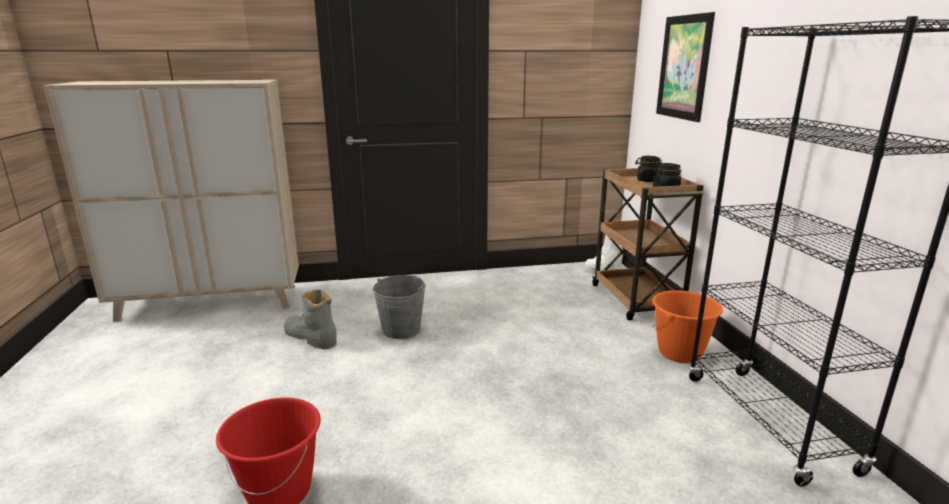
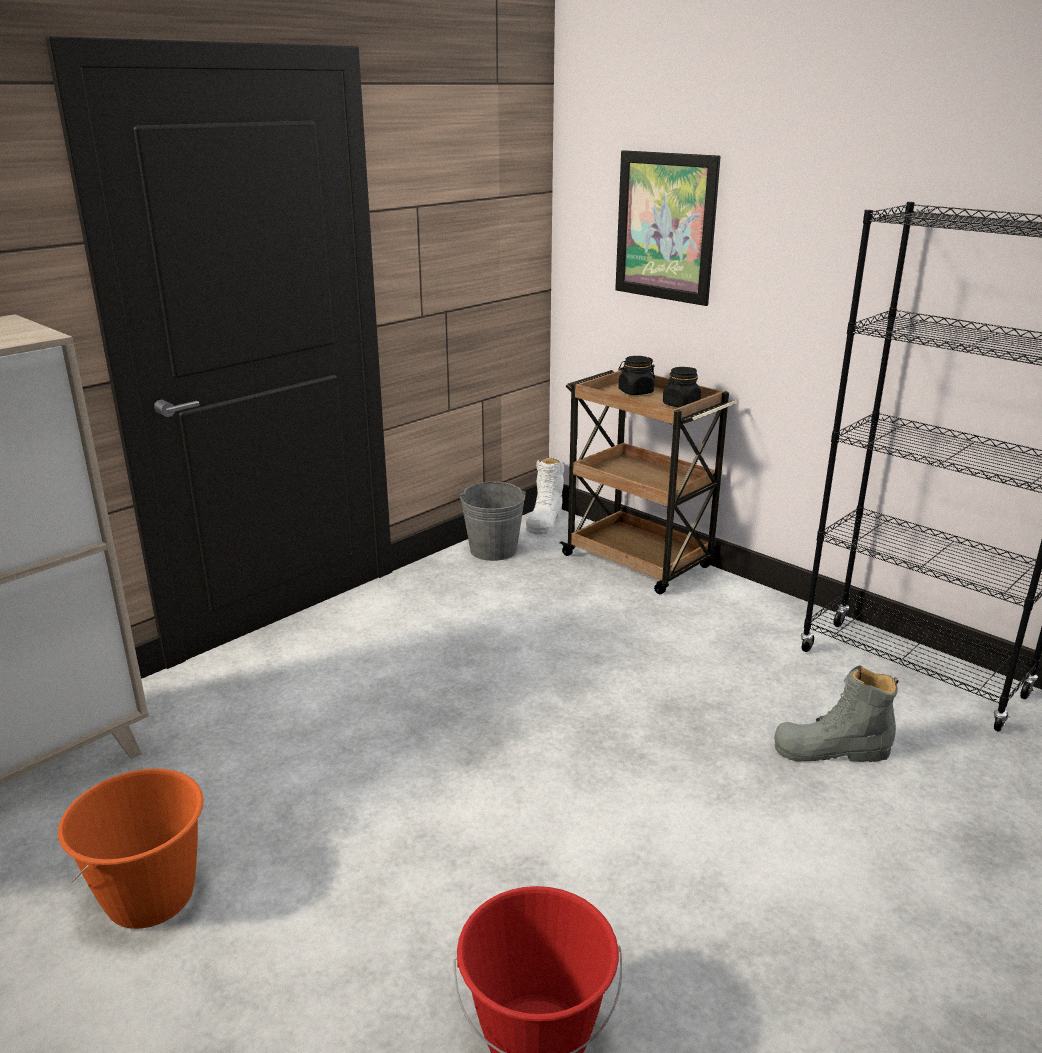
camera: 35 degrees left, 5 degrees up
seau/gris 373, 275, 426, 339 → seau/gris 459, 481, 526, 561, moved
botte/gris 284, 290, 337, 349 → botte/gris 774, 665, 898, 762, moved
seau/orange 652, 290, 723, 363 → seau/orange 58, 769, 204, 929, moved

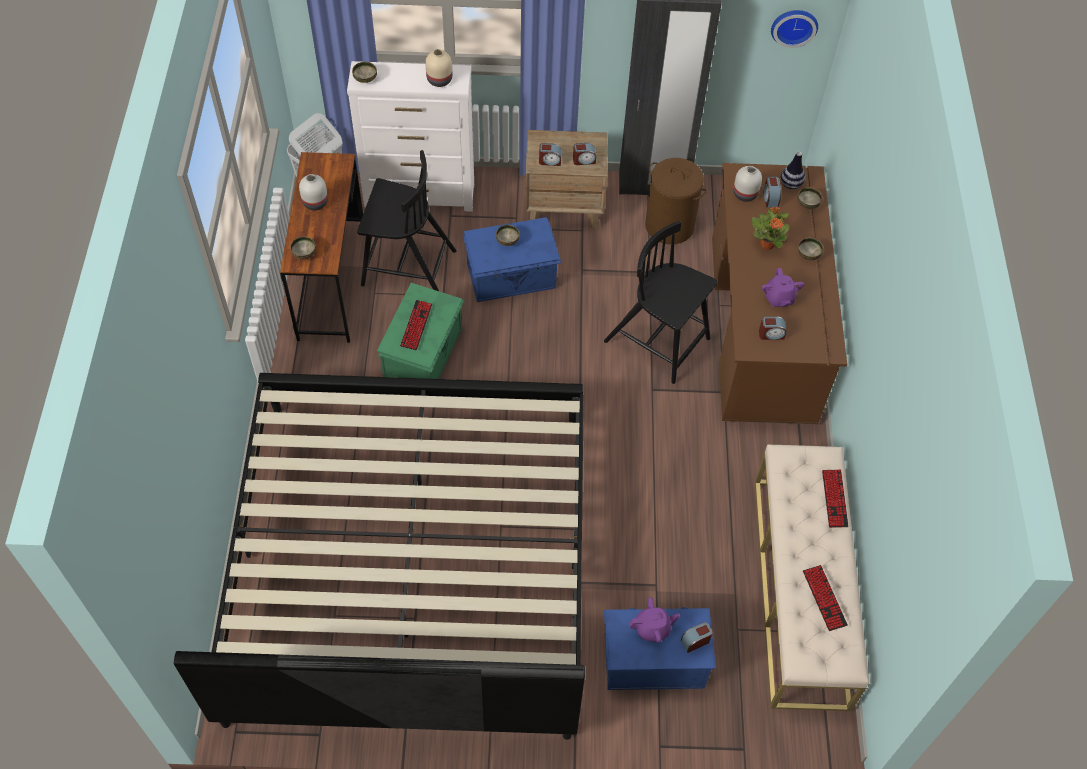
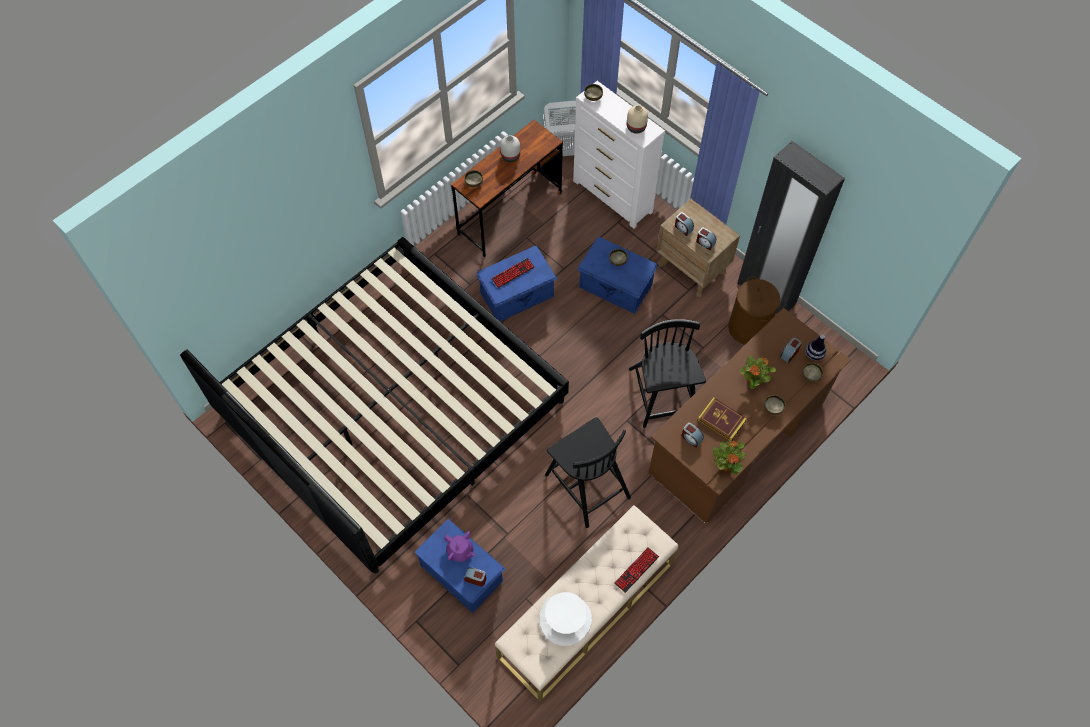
camera: 45 degrees right, 5 degrees up
horloge murale 771, 10, 818, 48 → -
chaise/noir 357, 150, 457, 291 → chaise/noir 545, 417, 631, 528, moved
vase/blanc 733, 166, 762, 202 → -
théière/violet 762, 268, 804, 307 → livre 698, 397, 747, 441
boîte de rangement/vert 377, 283, 465, 379 → boîte de rangement/bleu 477, 246, 557, 322
clavier 803, 565, 848, 631 → chapeau/blanc 539, 592, 592, 646
- → plante en pot 713, 441, 746, 475

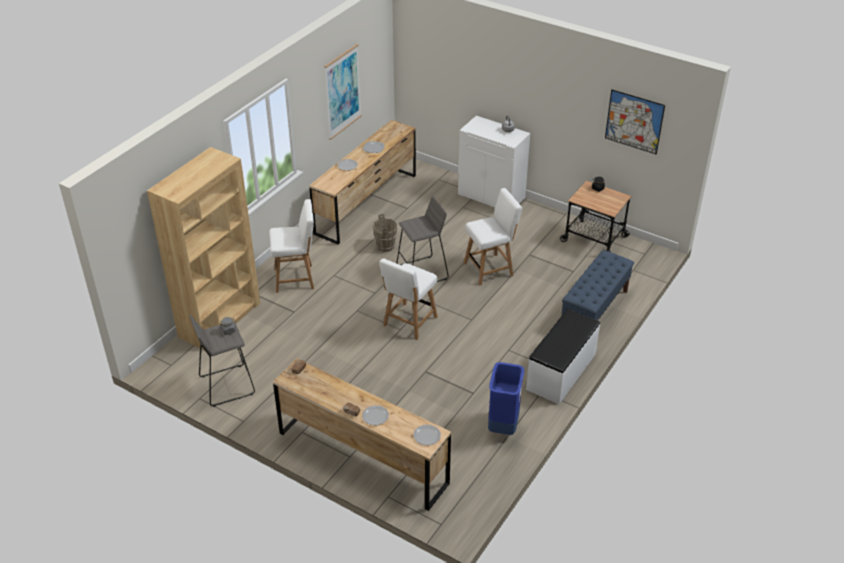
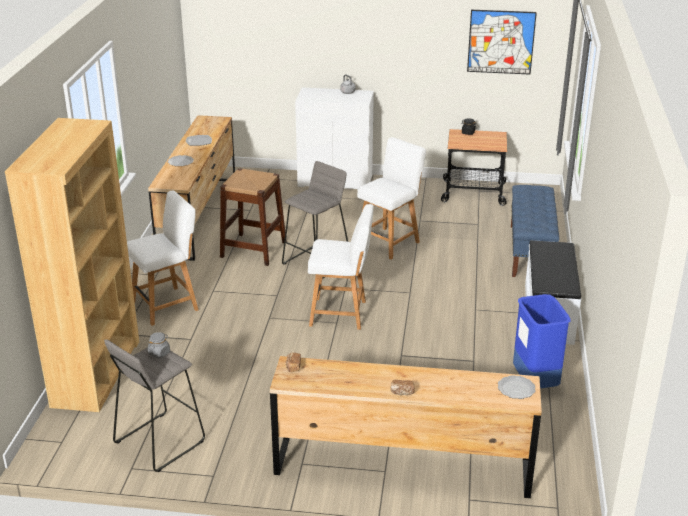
camera: 25 degrees left, 10 degrees down
tableau 324, 44, 362, 140 → -
seau/marron 373, 214, 398, 252 → tabouret/marron 220, 168, 287, 266
chaise/blanc 379, 258, 438, 340 → chaise/blanc 308, 204, 374, 330, 90 degrees counterclockwise
assiette 362, 405, 389, 425 → -

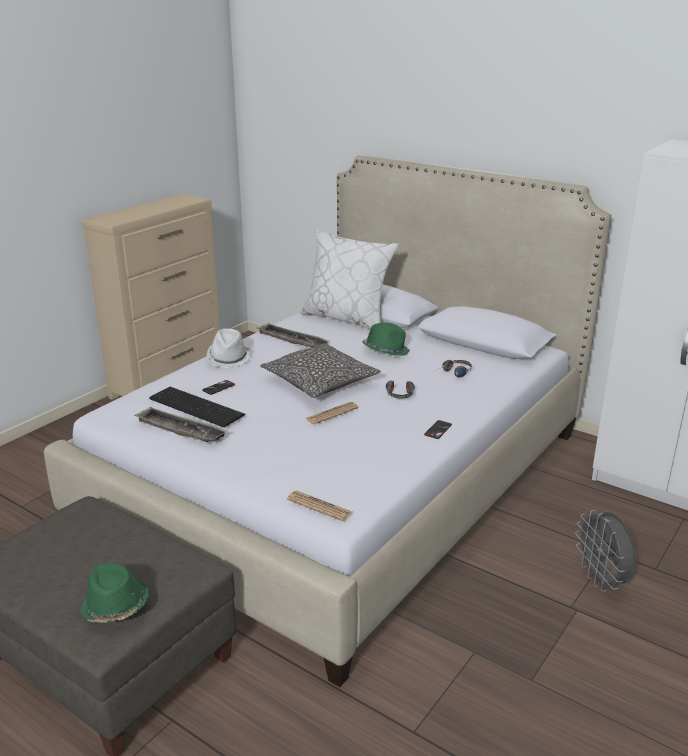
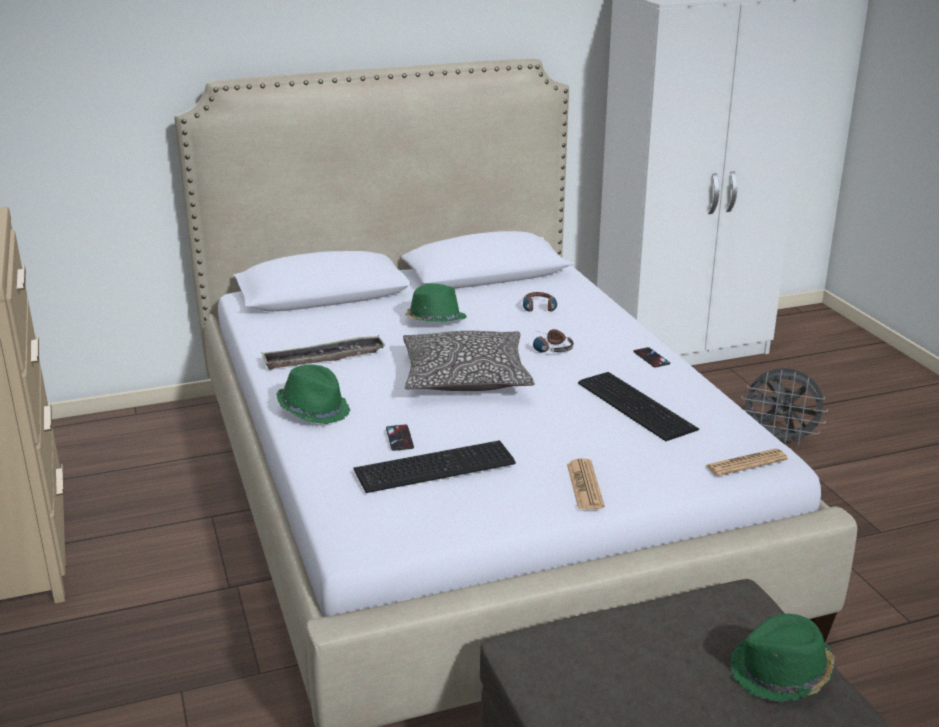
camera: 55 degrees left, 0 degrees up
coussin/blanc 300, 229, 399, 329 → -
chapeau/blanc 207, 329, 250, 368 → chapeau/vert 277, 365, 350, 424
journal 306, 402, 359, 424 → journal 567, 458, 605, 509, moved
plateau 134, 406, 228, 442 → -
- → clavier 578, 372, 699, 441

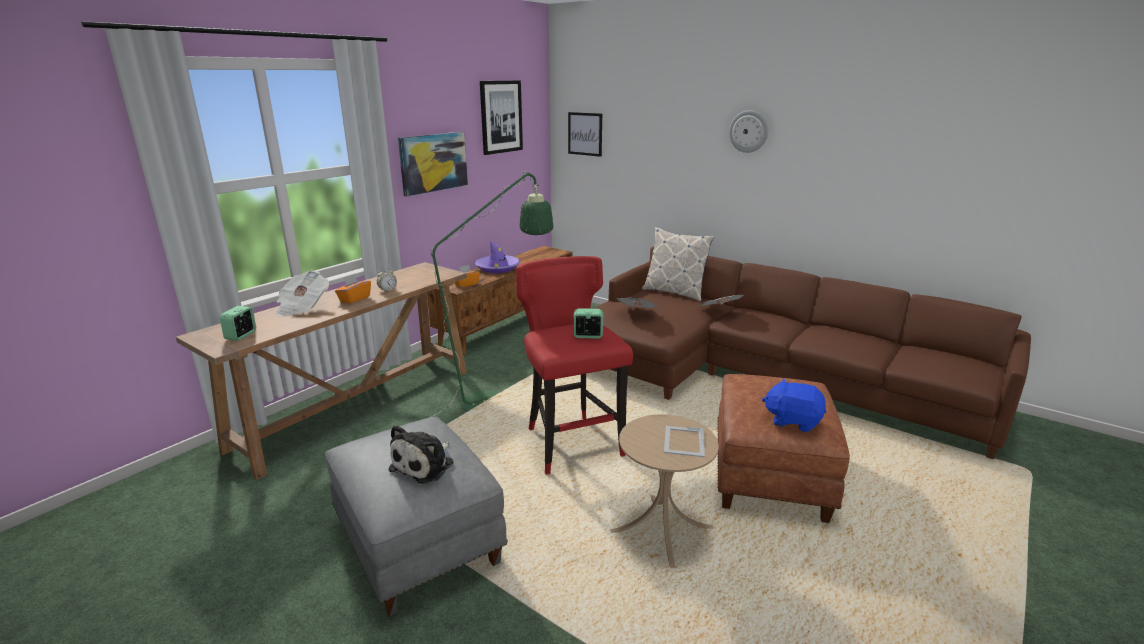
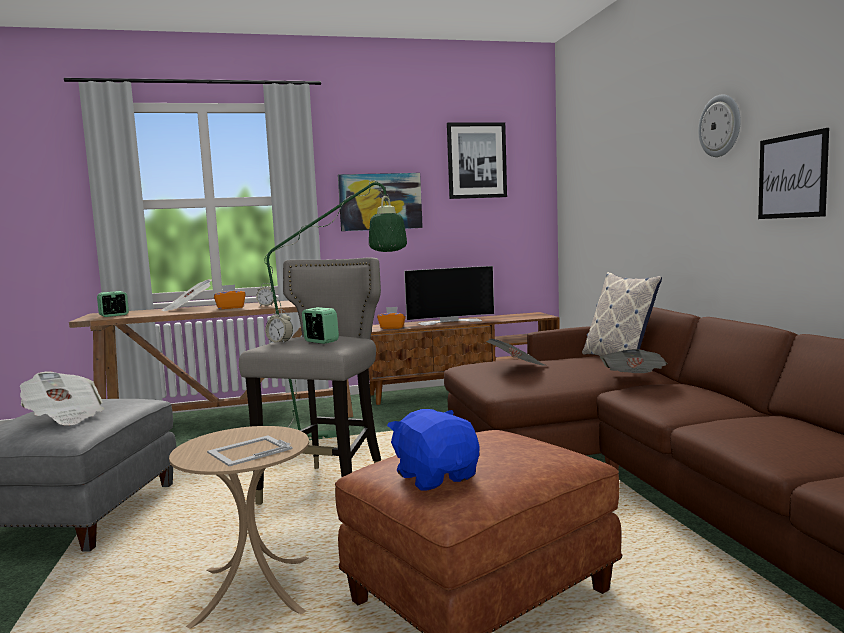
camera: 40 degrees right, 15 degrees down
tableau 568, 112, 602, 157 → tableau 758, 128, 829, 219, moved
chapeau/violet 475, 241, 520, 273 → téléviseur 404, 266, 494, 325
tabouret/rouge 516, 256, 633, 475 → tabouret/gris 239, 257, 381, 505
peluche 388, 425, 454, 484 → journal 20, 372, 104, 426
- → réveil 265, 309, 293, 343

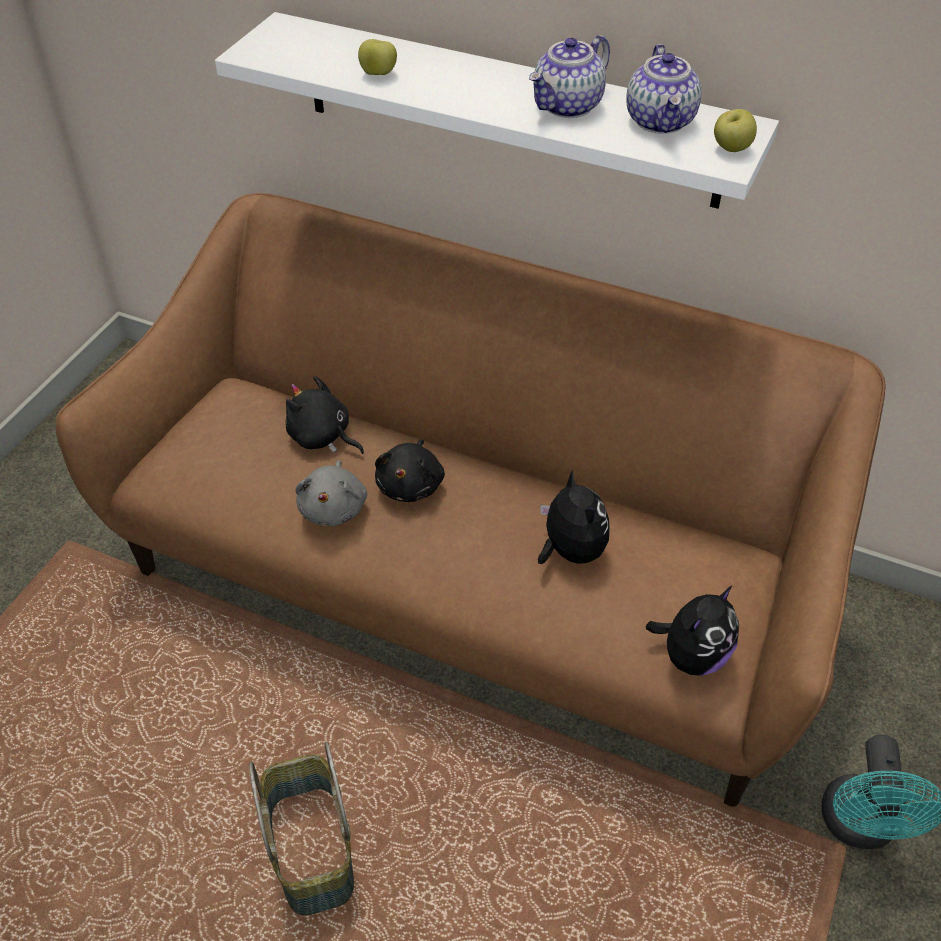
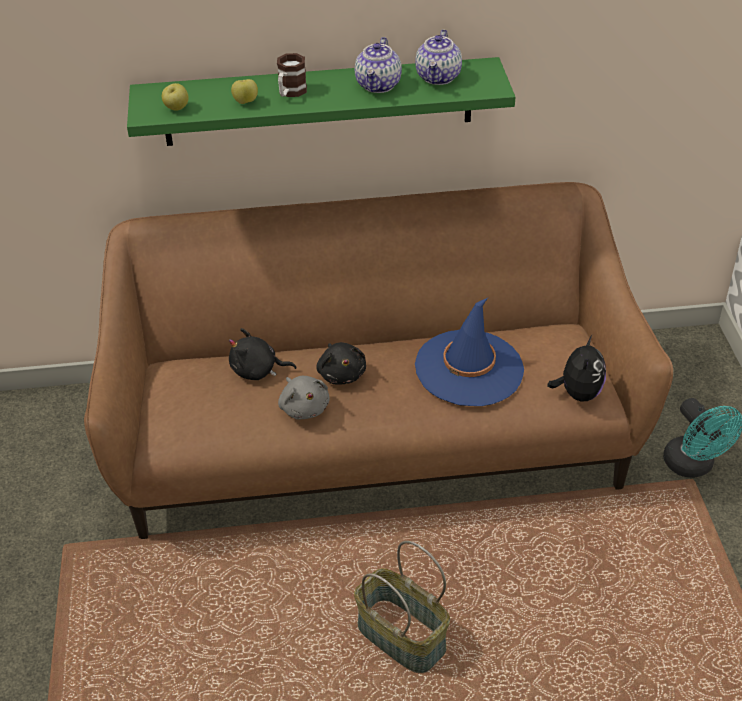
camera: 30 degrees left, 5 degrees down
étagère/blanc 215, 12, 779, 209 → étagère/vert 127, 57, 515, 146
théière 626, 44, 701, 134 → théière 415, 29, 462, 85, 45 degrees clockwise
pomme 714, 109, 757, 152 → pomme 162, 83, 189, 111, moved
peluche 538, 470, 610, 564 → chapeau/bleu 415, 298, 524, 406
- → mug 277, 53, 307, 97

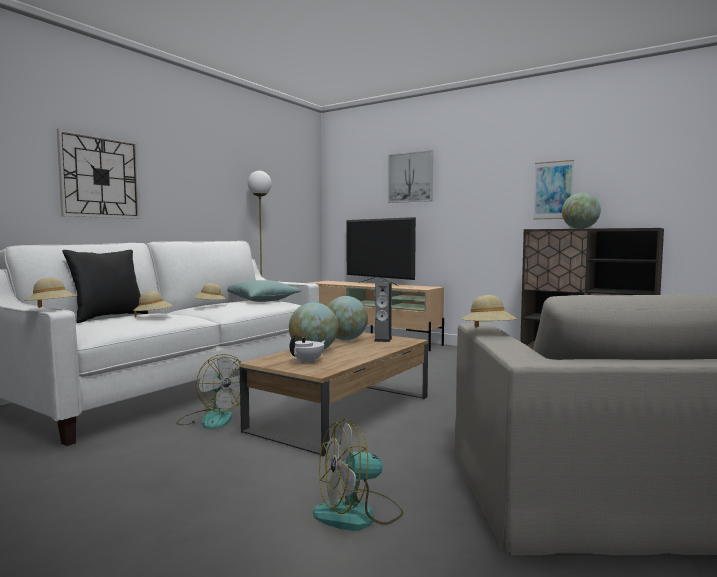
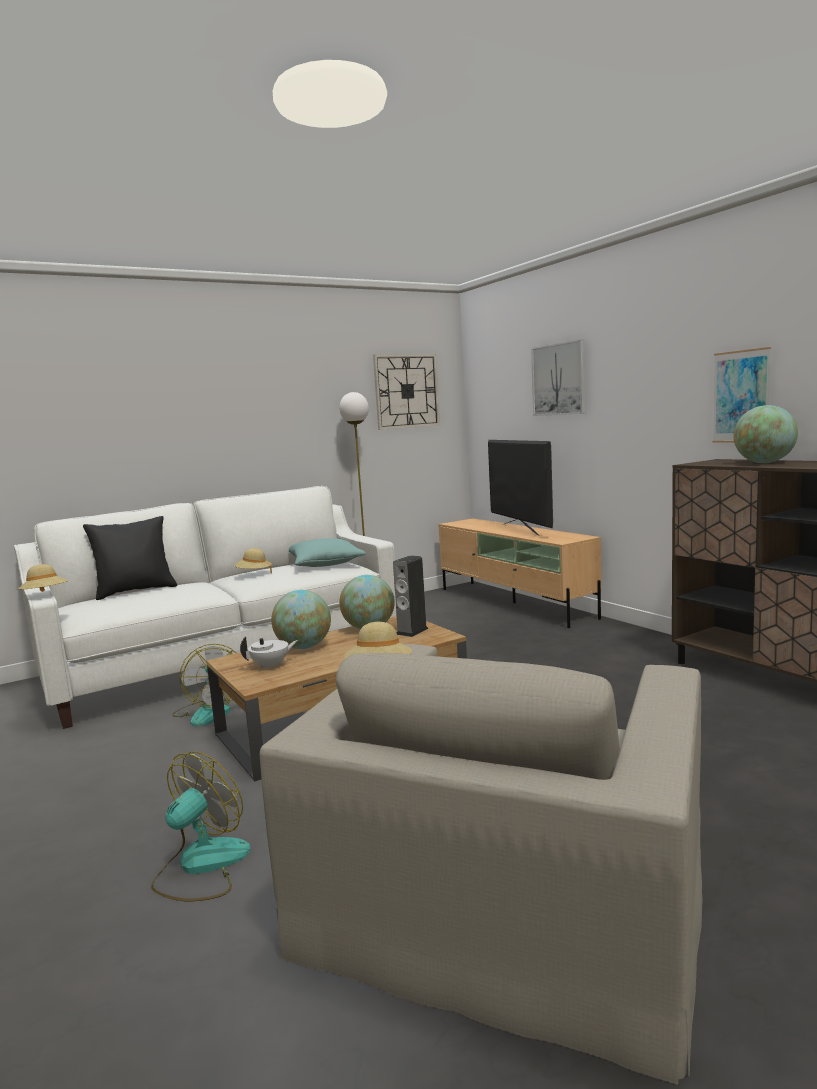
camera: 25 degrees right, 5 degrees up
horloge murale 57, 129, 141, 219 → horloge murale 373, 354, 440, 430, moved
chapeau/beige 133, 291, 173, 317 → -
ventilateur 313, 419, 403, 531 → ventilateur 151, 751, 251, 902, 120 degrees clockwise

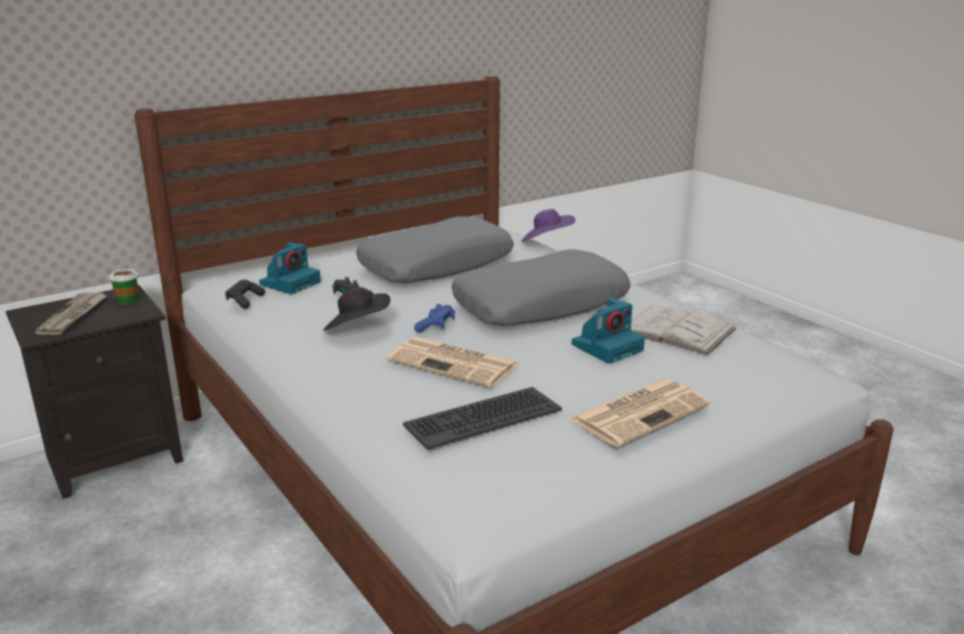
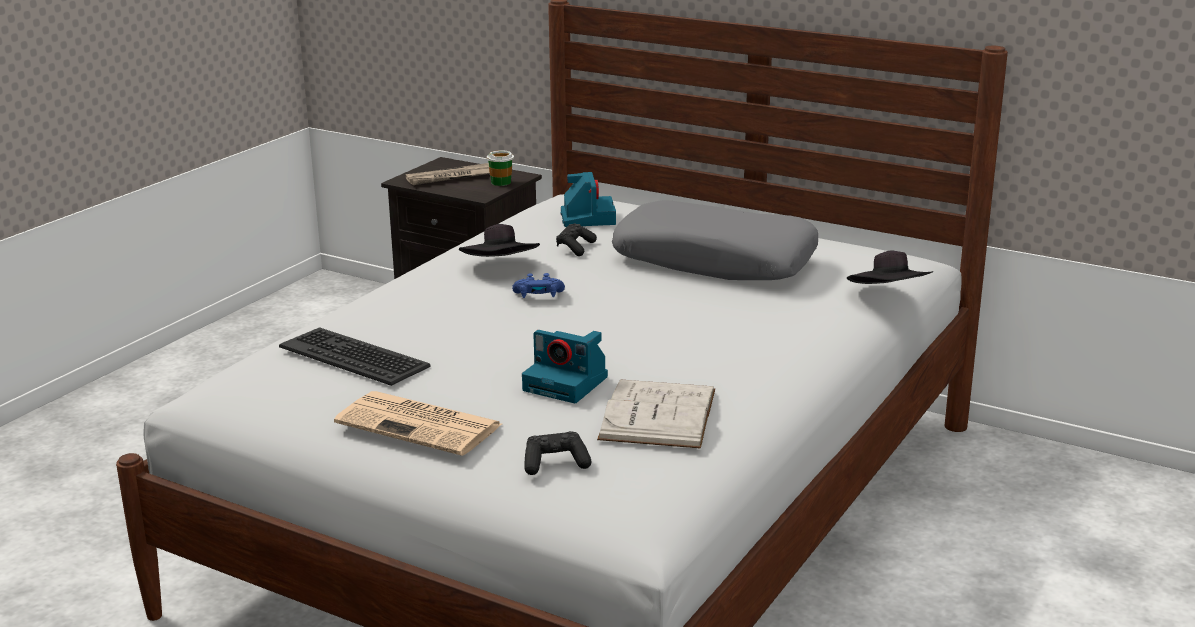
camera: 65 degrees right, 0 degrees up
chapeau/violet 522, 209, 575, 242 → chapeau/noir 847, 251, 933, 284
appareil photo 259, 242, 321, 294 → appareil photo 561, 172, 616, 227, 105 degrees counterclockwise
coussin/gris 451, 249, 630, 326 → -
manette/noir 225, 280, 265, 309 → manette/noir 524, 431, 592, 475, moved
journal 387, 337, 519, 388 → -

